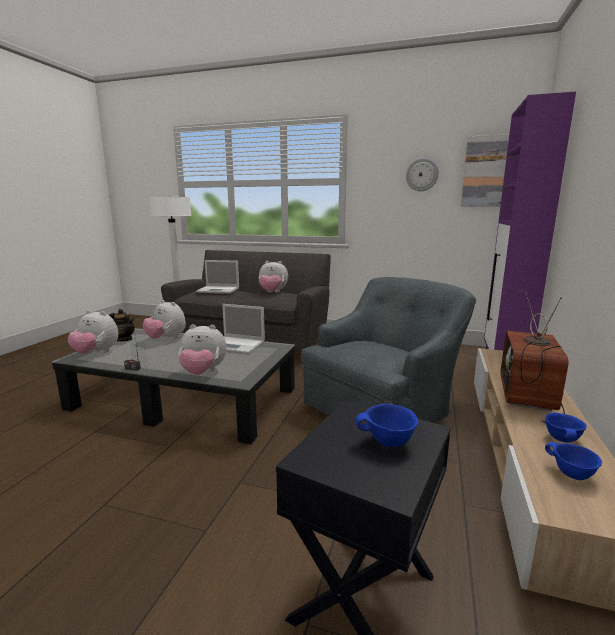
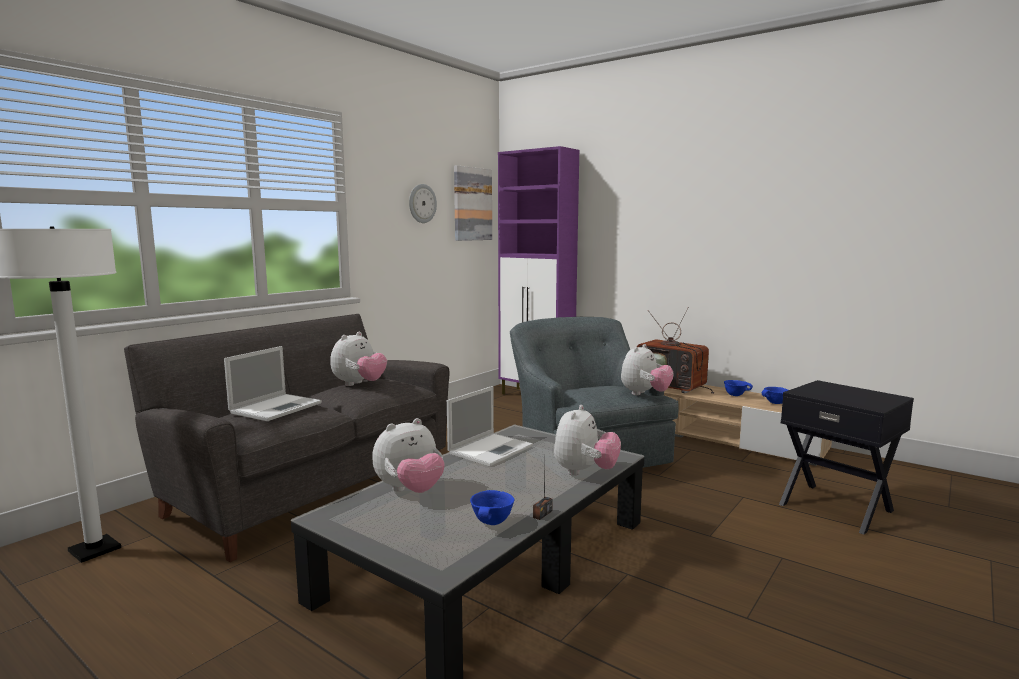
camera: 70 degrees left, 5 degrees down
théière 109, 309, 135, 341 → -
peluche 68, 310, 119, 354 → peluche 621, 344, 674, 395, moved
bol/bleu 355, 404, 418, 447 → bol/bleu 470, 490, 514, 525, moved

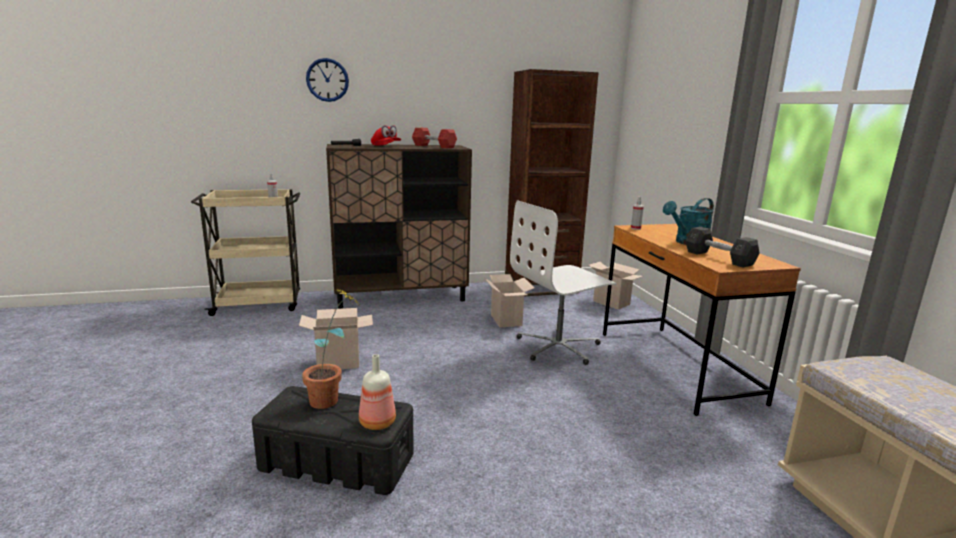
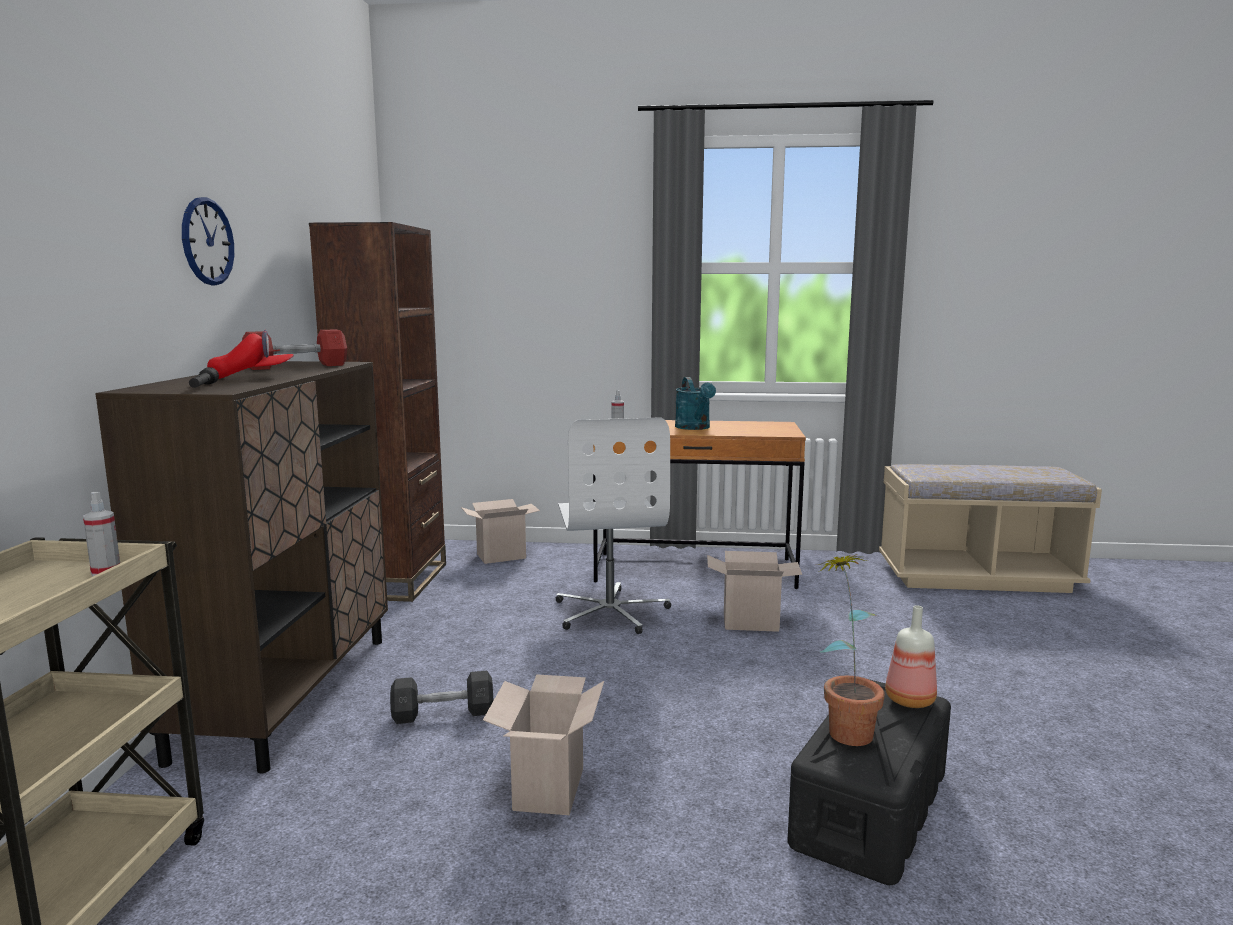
camera: 70 degrees left, 5 degrees down
horloge murale 306, 58, 349, 102 → horloge murale 182, 197, 234, 285, moved
haltère/gris 685, 227, 759, 268 → haltère/gris 390, 671, 493, 724, moved
carton 484, 274, 535, 328 → carton 707, 551, 802, 632, moved

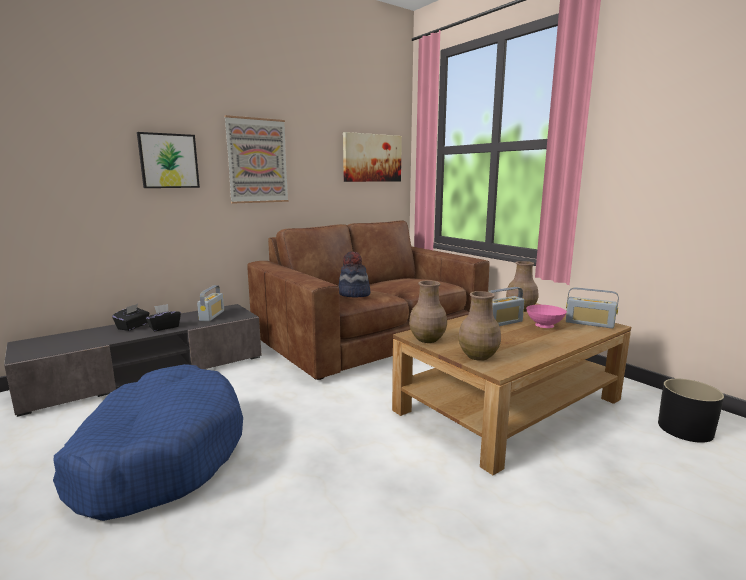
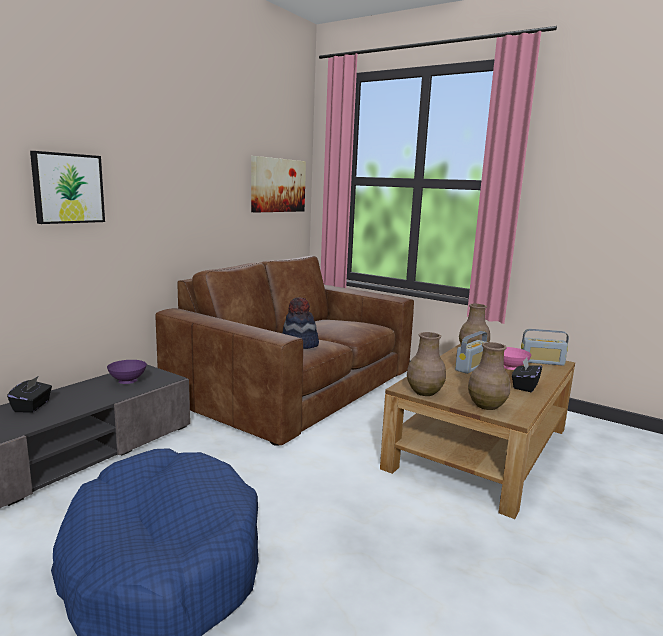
camera: 20 degrees left, 0 degrees up
tableau 224, 115, 289, 204 → -
radio 197, 285, 224, 321 → bol/violet 107, 360, 147, 384
boîte à mouchoirs/noir 145, 304, 181, 331 → boîte à mouchoirs/noir 512, 358, 542, 392, moved
cache-pot/noir 658, 379, 724, 443 → -

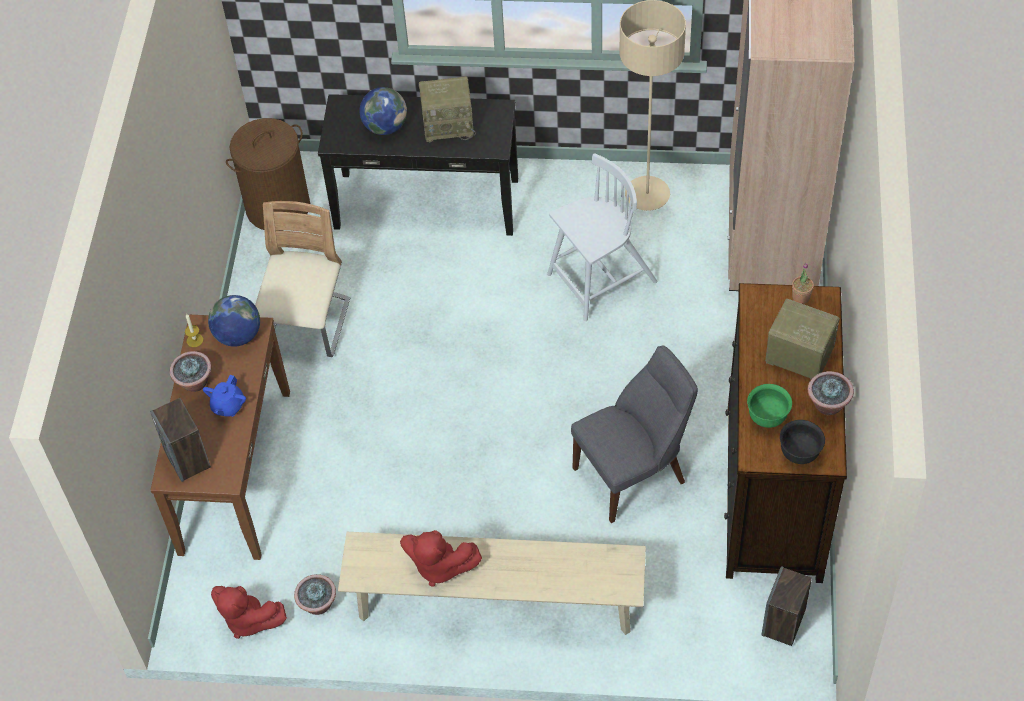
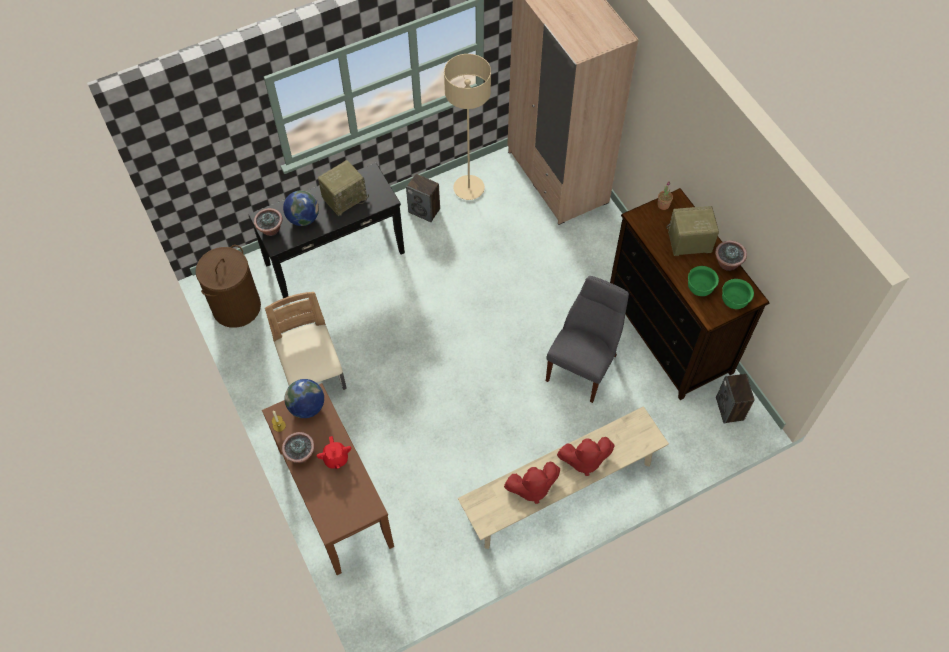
camera: 35 degrees left, 5 degrees up
chaise/blanc 547, 153, 657, 321 → -
théière/bleu 203, 375, 246, 417 → théière/rouge 317, 436, 351, 469
enceinte 150, 398, 211, 482 → enceinte 406, 174, 440, 222, moved
bol/noir 780, 420, 825, 464 → bol/vert 722, 279, 754, 309
plante en pot 294, 574, 336, 615 → plante en pot 254, 208, 282, 236, moved
peluche/rouge 211, 586, 287, 639 → peluche/rouge 557, 437, 615, 476, moved

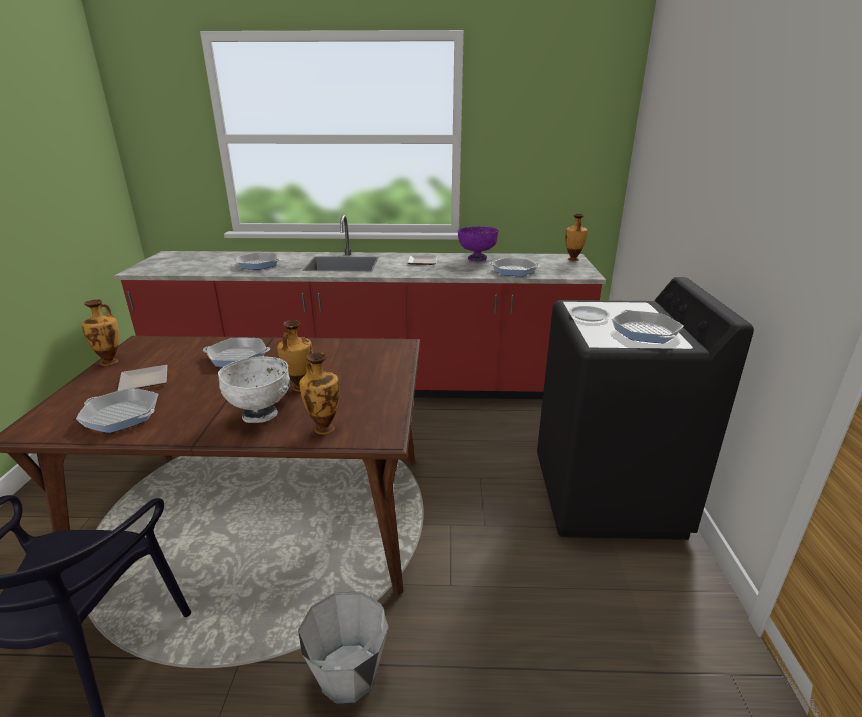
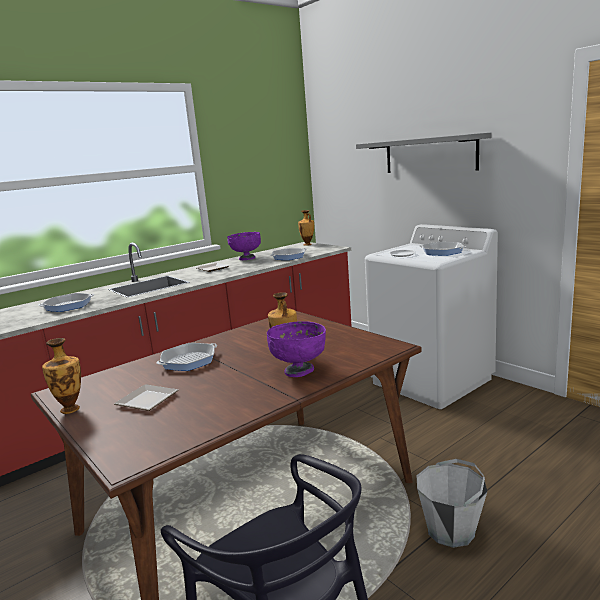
camera: 40 degrees left, 10 degrees down
lave-linge/noir 537, 277, 754, 540 → lave-linge/blanc 365, 224, 498, 409
vase 299, 352, 339, 435 → -
bol/blanc 218, 356, 290, 423 → bol/violet 267, 321, 326, 377
poêle 76, 388, 158, 433 → -
- → étagère/gris 356, 133, 492, 173

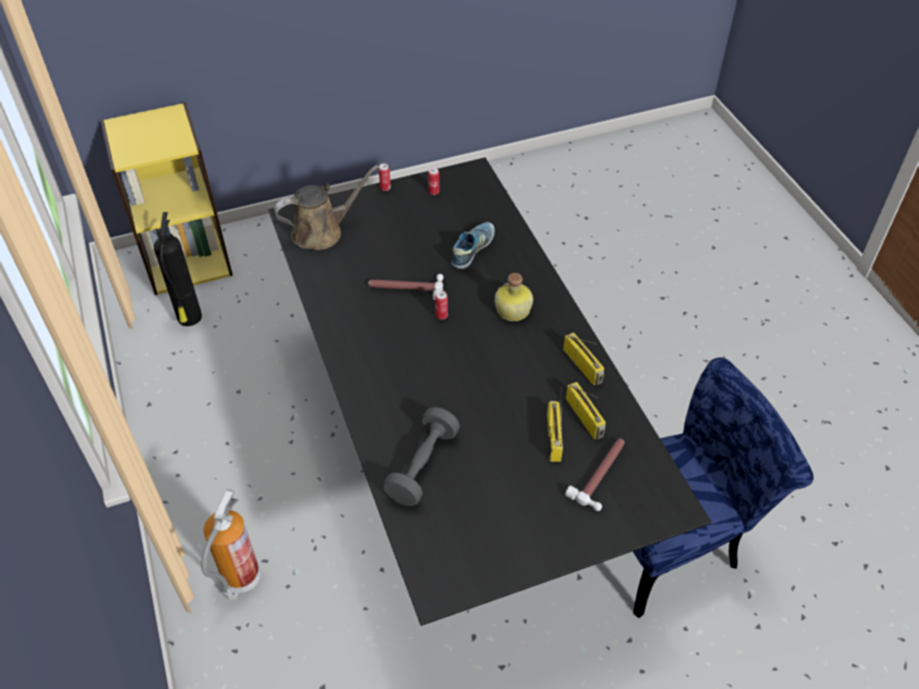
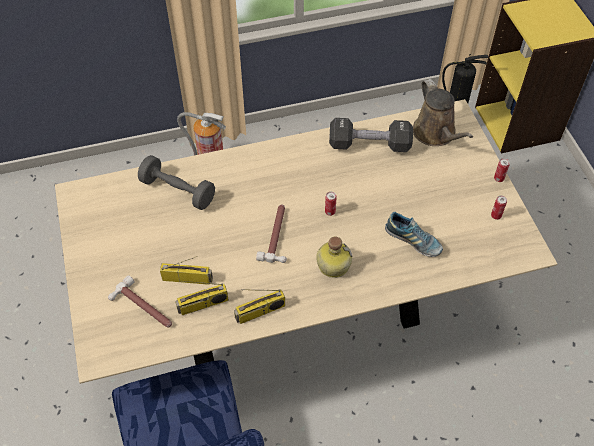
camera: 95 degrees right, 5 degrees up
table à manger/noir 268, 157, 712, 626 → table à manger/beige 55, 99, 557, 384
marteau 368, 274, 443, 300 → marteau 256, 204, 287, 263, moved
- → haltère/noir 329, 118, 413, 152

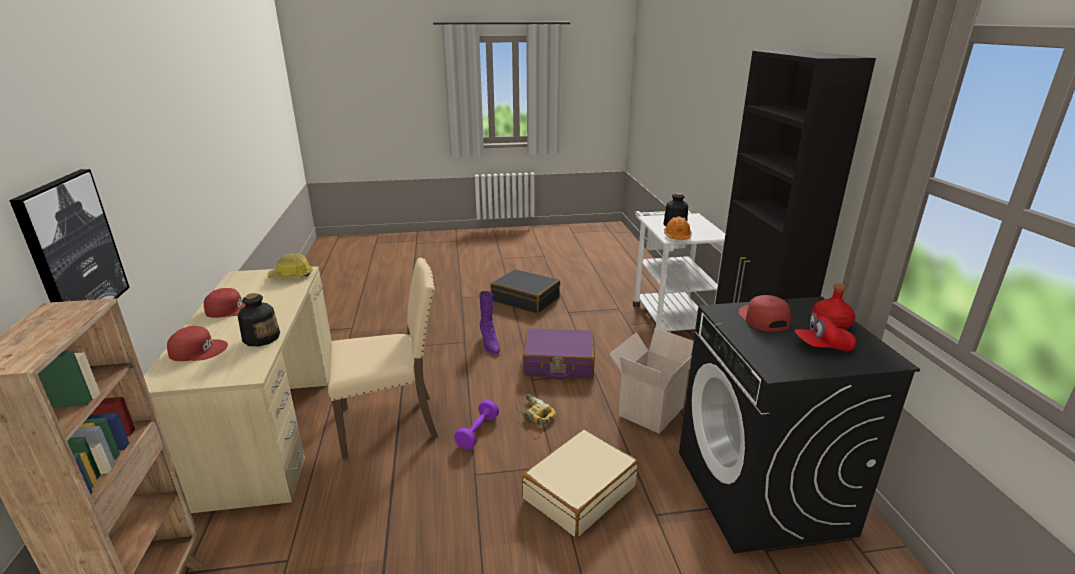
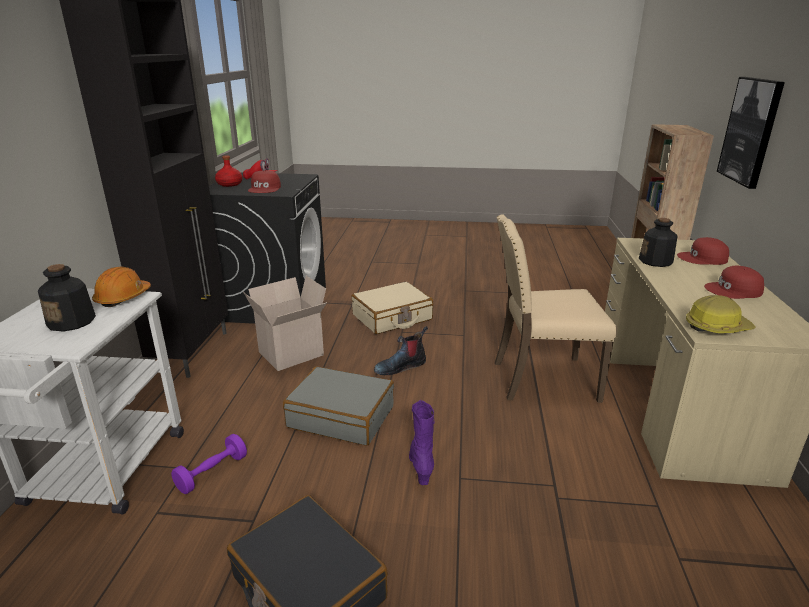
camera: 165 degrees left, 0 degrees up
valise/violet 523, 328, 595, 380 → valise/gris 283, 366, 394, 446
perceuse 516, 394, 556, 428 → botte 374, 326, 428, 375
haltère/violet 454, 400, 499, 450 → haltère/violet 171, 434, 247, 494, moved

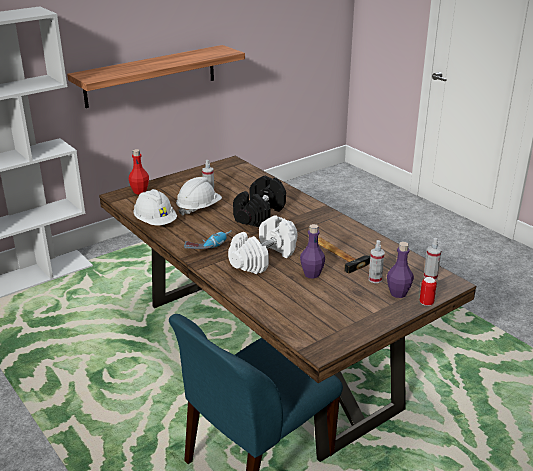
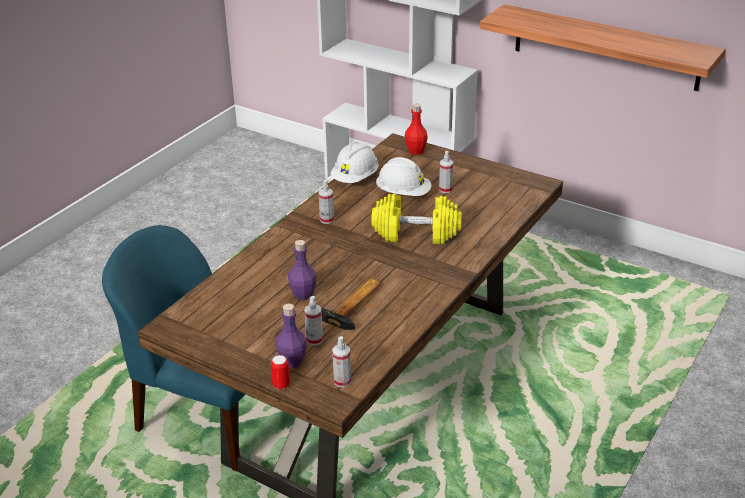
camera: 70 degrees right, 5 degrees up
haltère/noir 233, 176, 286, 227 → haltère/jaune 371, 194, 462, 244
haltère/blanc 228, 215, 298, 274 → -
perceuse 184, 231, 232, 249 → vaporisateur 319, 180, 334, 224

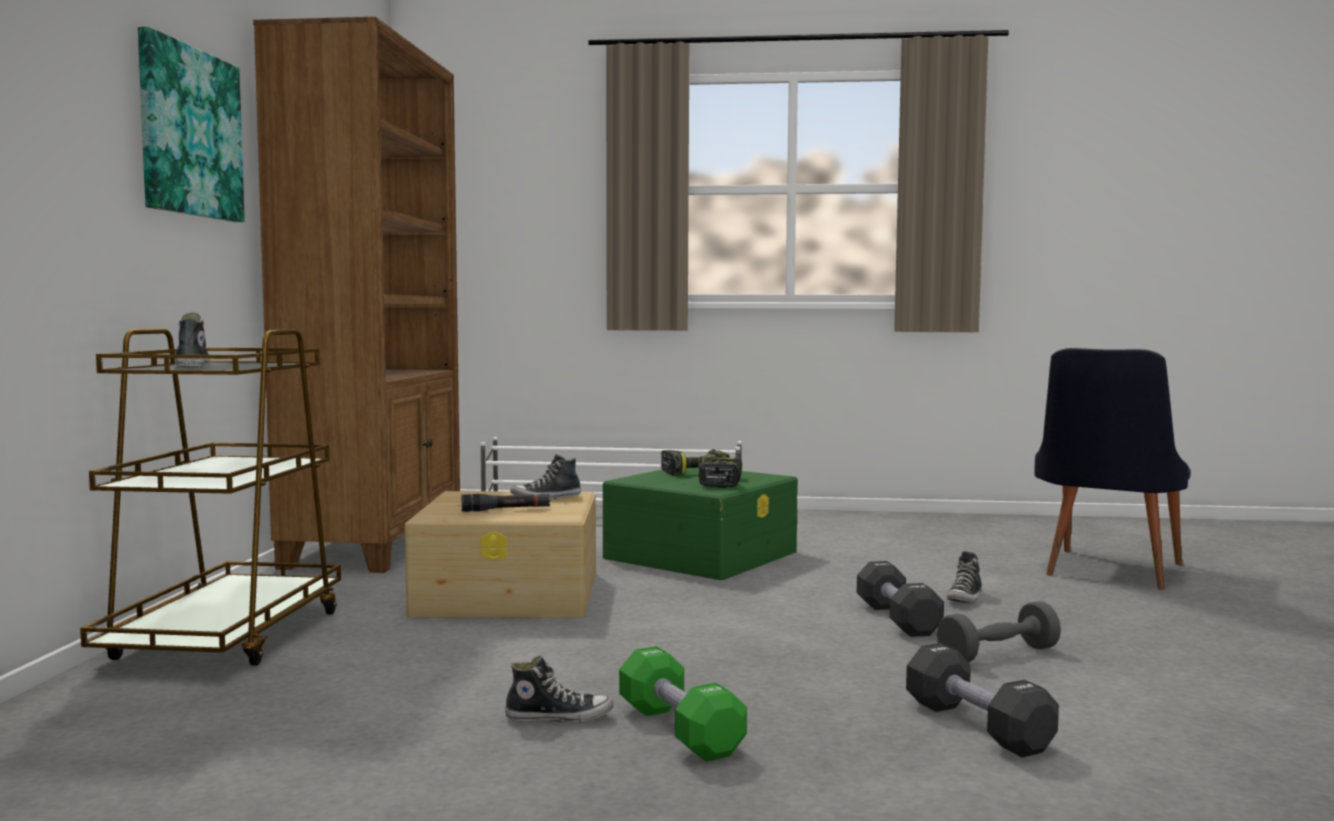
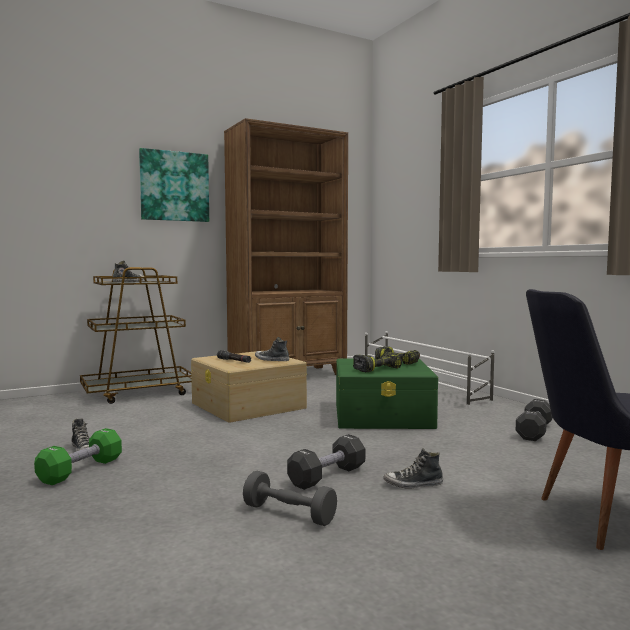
camera: 55 degrees right, 0 degrees up
haltère/noir 906, 643, 1059, 757 → haltère/noir 516, 399, 553, 441, moved

